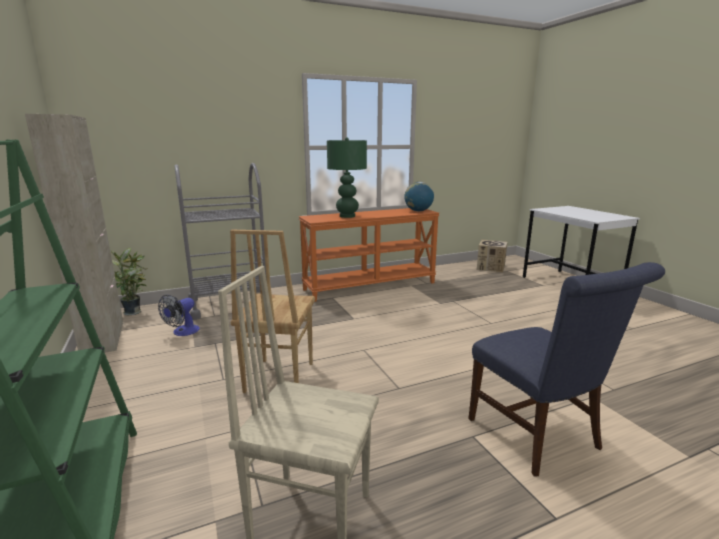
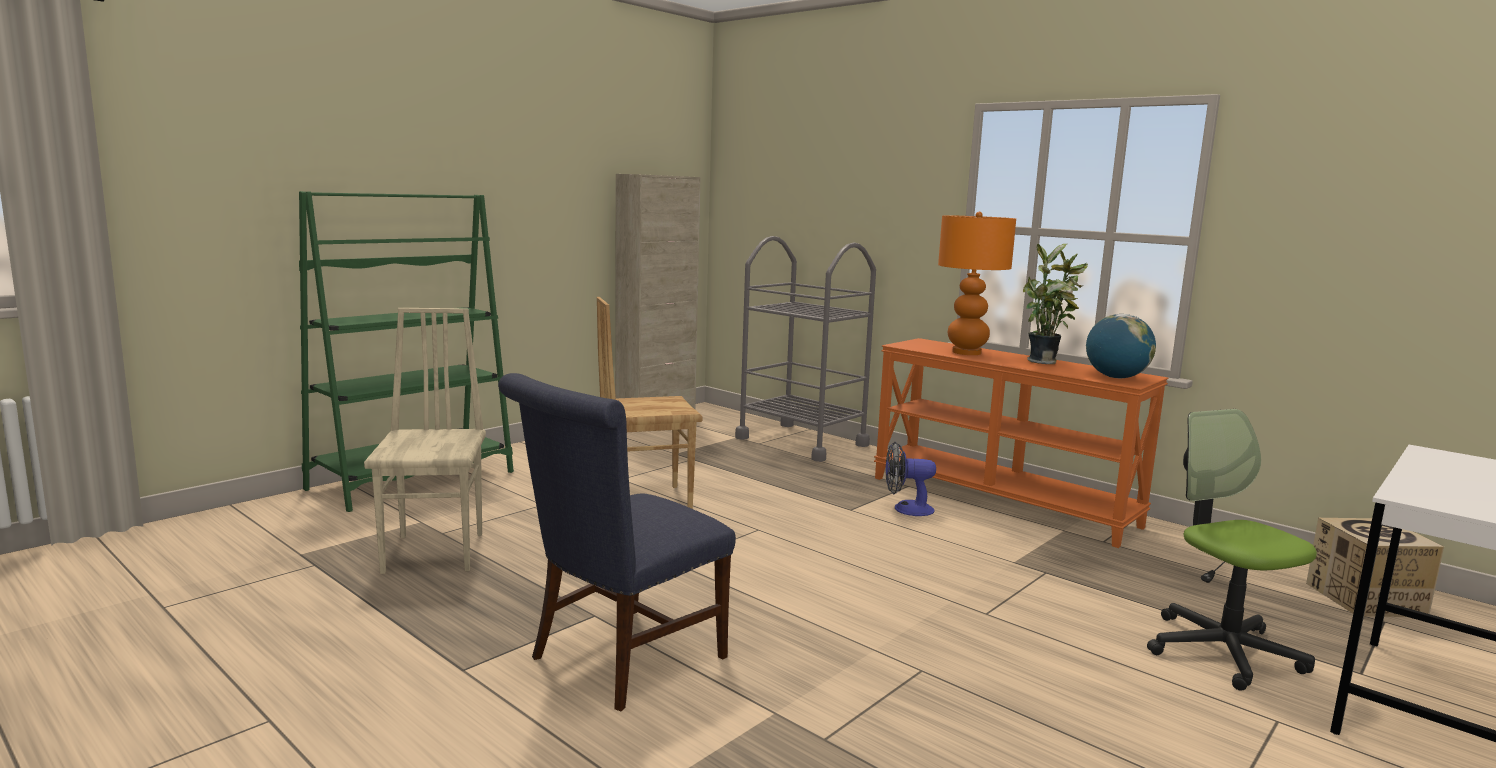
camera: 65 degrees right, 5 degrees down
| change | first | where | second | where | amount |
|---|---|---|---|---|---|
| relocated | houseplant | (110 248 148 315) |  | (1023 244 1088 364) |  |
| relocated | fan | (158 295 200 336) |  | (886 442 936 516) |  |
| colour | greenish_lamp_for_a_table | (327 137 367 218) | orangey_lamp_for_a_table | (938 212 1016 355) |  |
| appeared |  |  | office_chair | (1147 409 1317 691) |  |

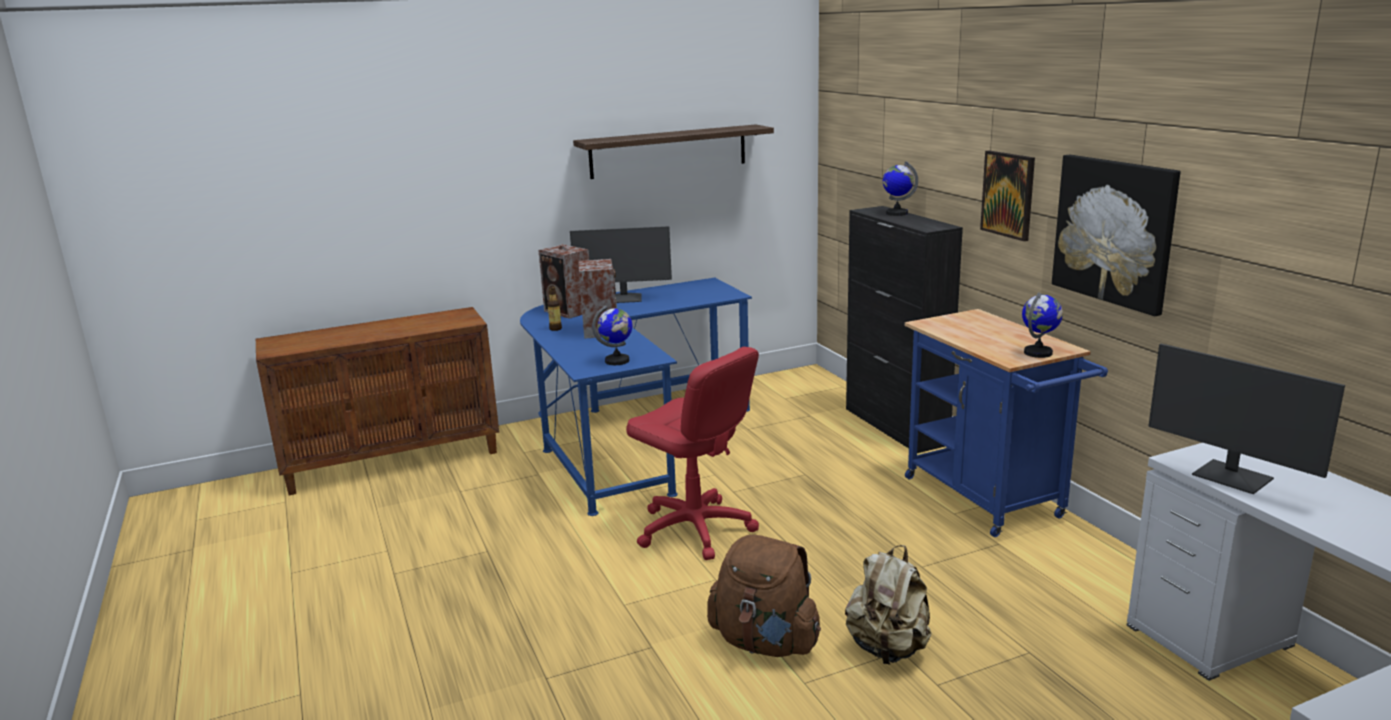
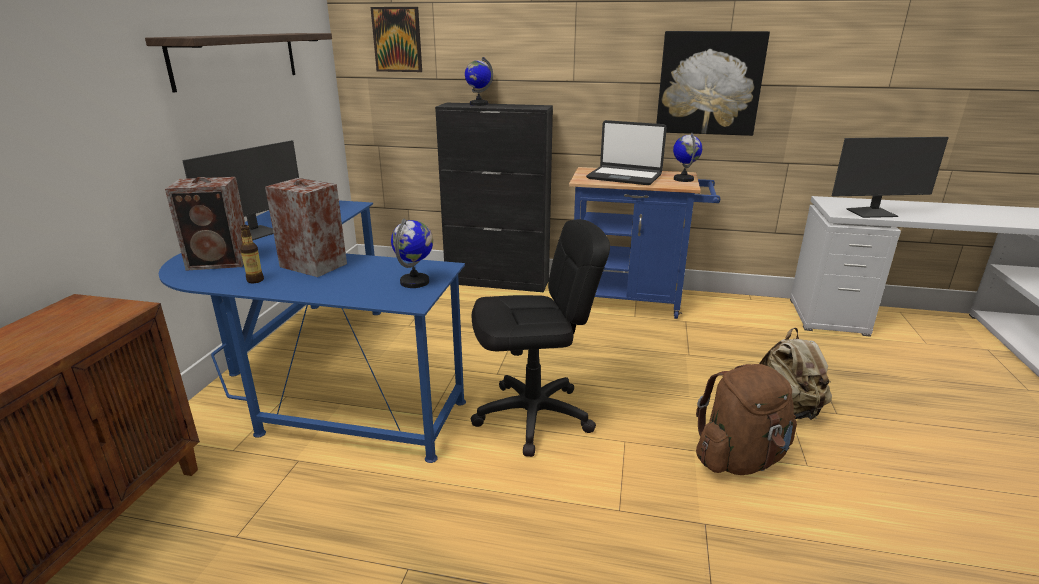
camera: 55 degrees left, 5 degrees up
| change | first | where | second | where | amount |
|---|---|---|---|---|---|
| colour | red_office_chair | (626 347 759 560) | black-coloured_office_chair | (471 219 610 457) |  |
| relocated | wall_art | (980 150 1035 241) |  | (371 7 422 72) |  |
| appeared |  |  | notebook_computer | (586 120 667 185) |  |

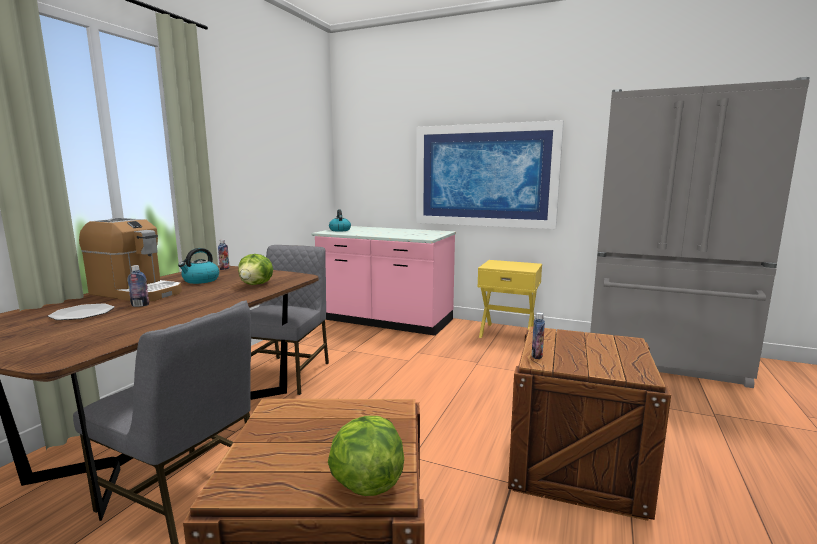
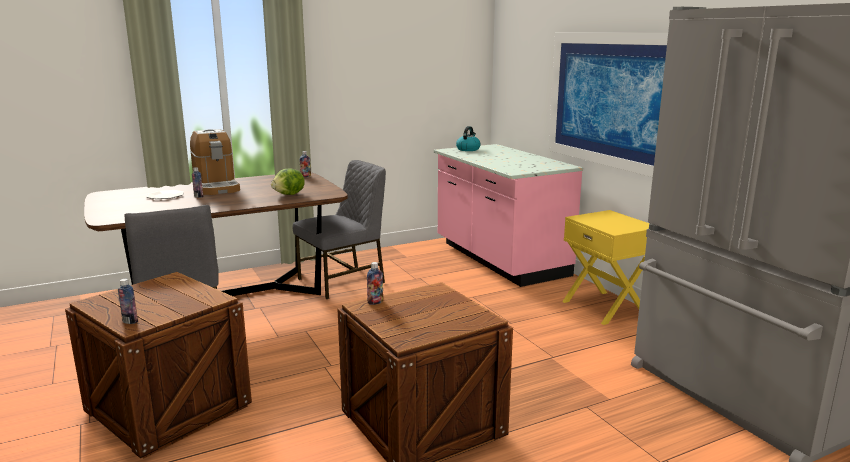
camera: 40 degrees right, 5 degrees up
| change | first | where | second | where | amount |
|---|---|---|---|---|---|
| missing | tea_kettle | (178 248 219 284) |  |  |  |
| exchanged | head_of_lettuce | (328 416 404 496) | drink_bottle | (118 279 138 324) |  |

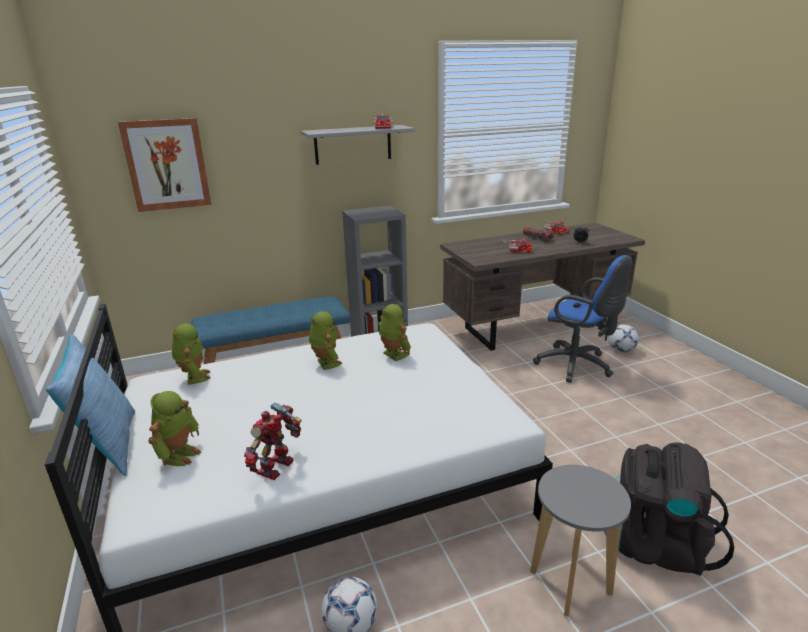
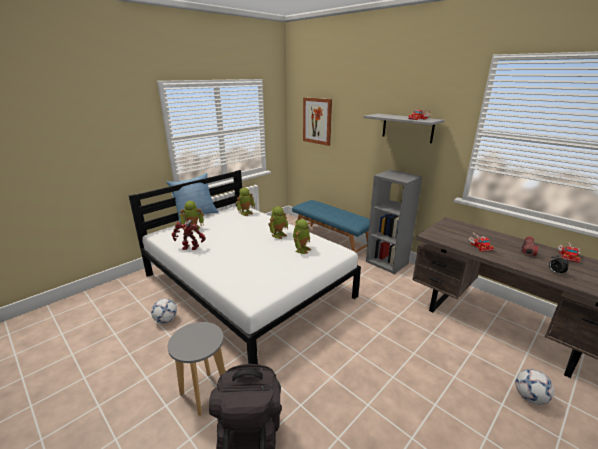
camera: 65 degrees right, 0 degrees up
| change | first | where | second | where | amount |
|---|---|---|---|---|---|
| missing | blue-coloured_office_chair | (533 255 632 383) |  |  |  |

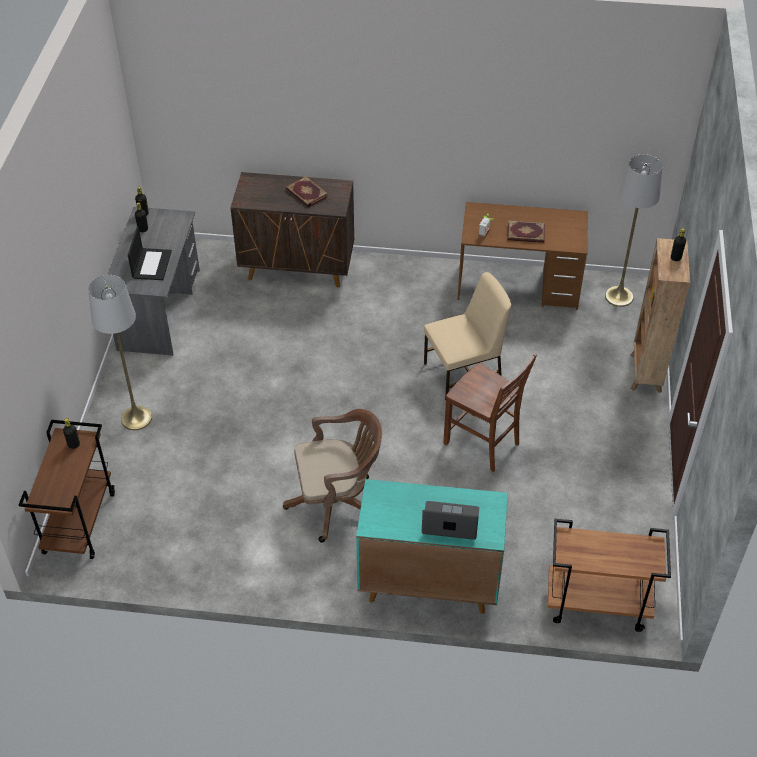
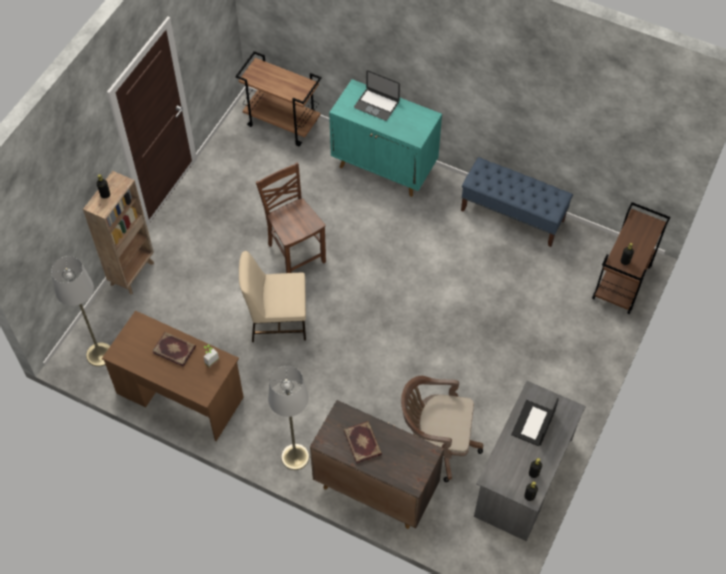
camera: 160 degrees left, 10 degrees up
| change | first | where | second | where | amount |
|---|---|---|---|---|---|
| relocated | gray_floor_lamp | (88 275 152 430) |  | (268 366 309 470) |  |
| relocated | brownish_office_chair | (283 409 382 543) |  | (401 376 483 482) |  |
| appeared |  |  | blue-coloured_bench | (461 157 573 247) |  |

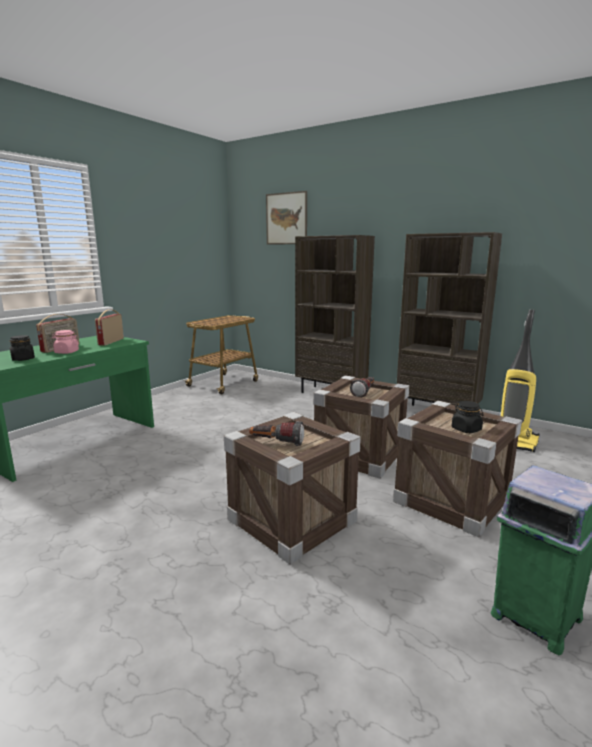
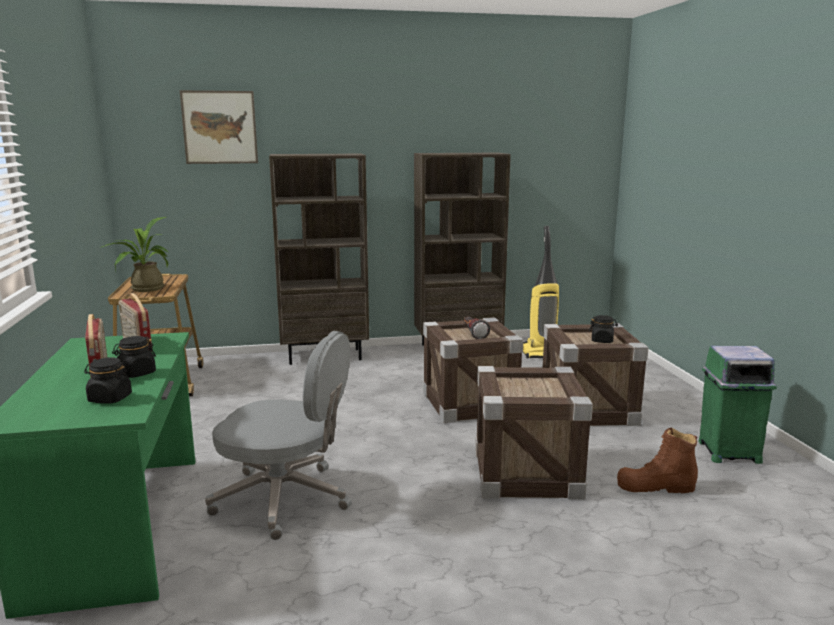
camera: 45 degrees left, 0 degrees up
| change | first | where | second | where | amount |
|---|---|---|---|---|---|
| colour | pink_preserve_jar | (52 330 79 354) | black-coloured_preserve_jar | (112 336 156 378) |  |
| missing | torch | (249 421 304 446) |  |  |  |
| appeared |  |  | houseplant | (100 217 169 292) |  |
| appeared |  |  | gray_office_chair | (205 331 352 540) |  |
| appeared |  |  | brownish_boot | (617 427 698 493) |  |

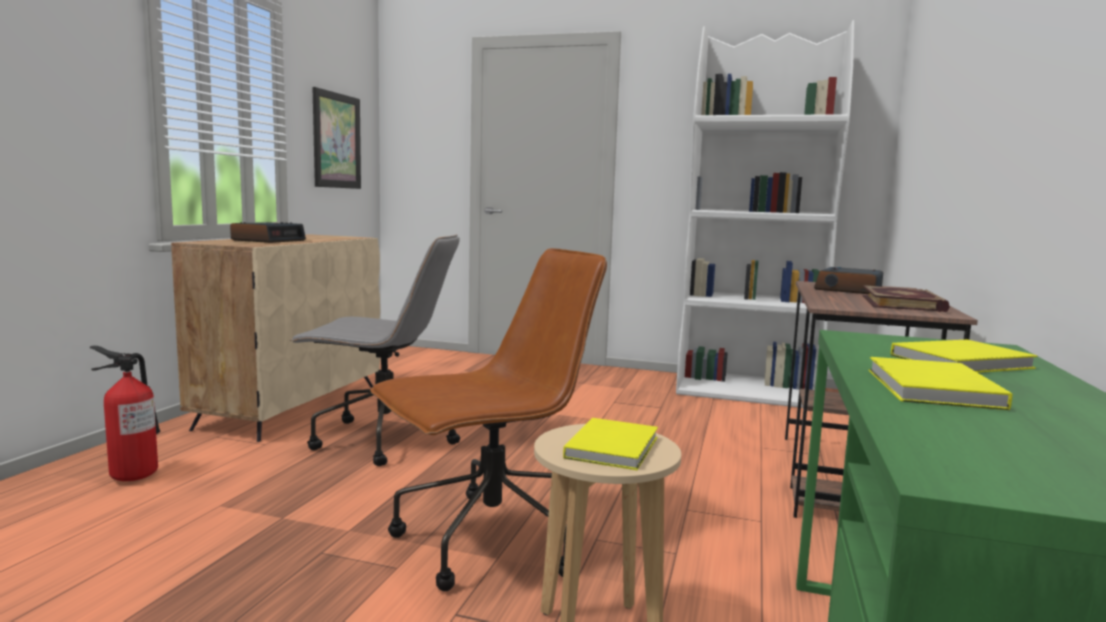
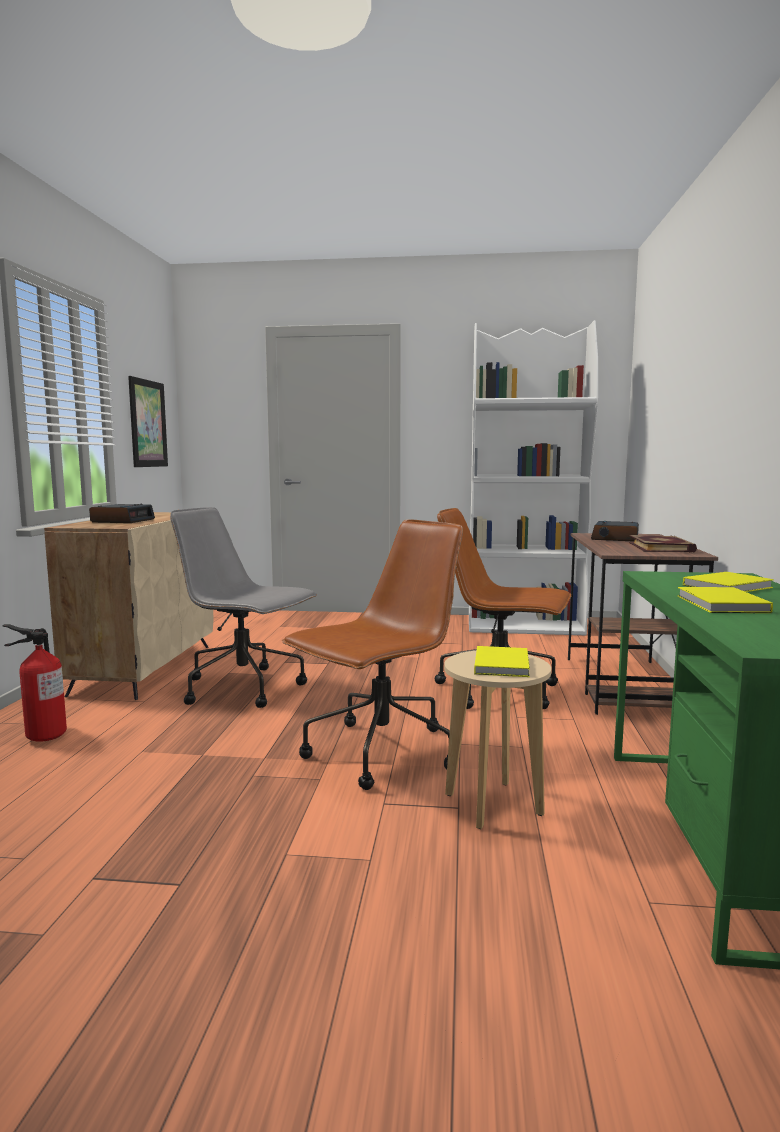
camera: 10 degrees left, 0 degrees up
| change | first | where | second | where | amount |
|---|---|---|---|---|---|
| spun | gray_office_chair | (290 234 460 466) |  | (170 507 317 708) | 150 degrees counterclockwise |
| appeared |  |  | brownish_office_chair | (435 508 571 709) |  |

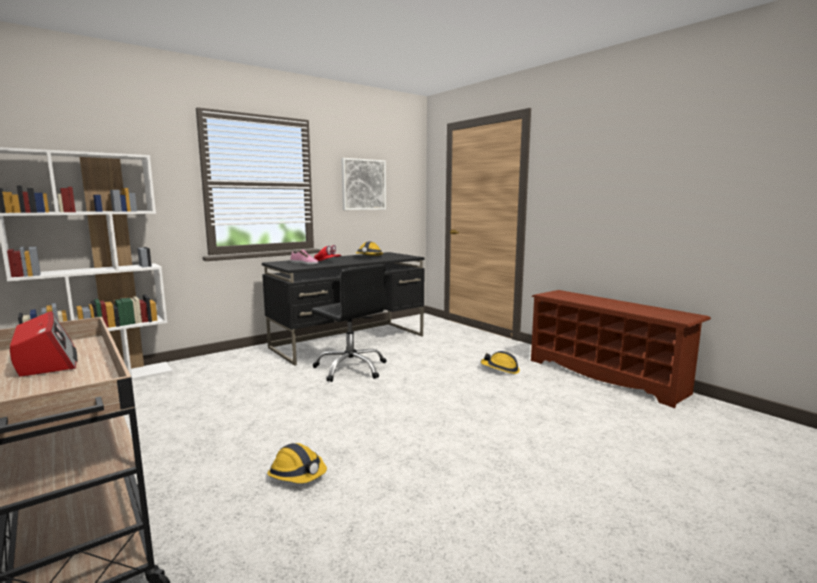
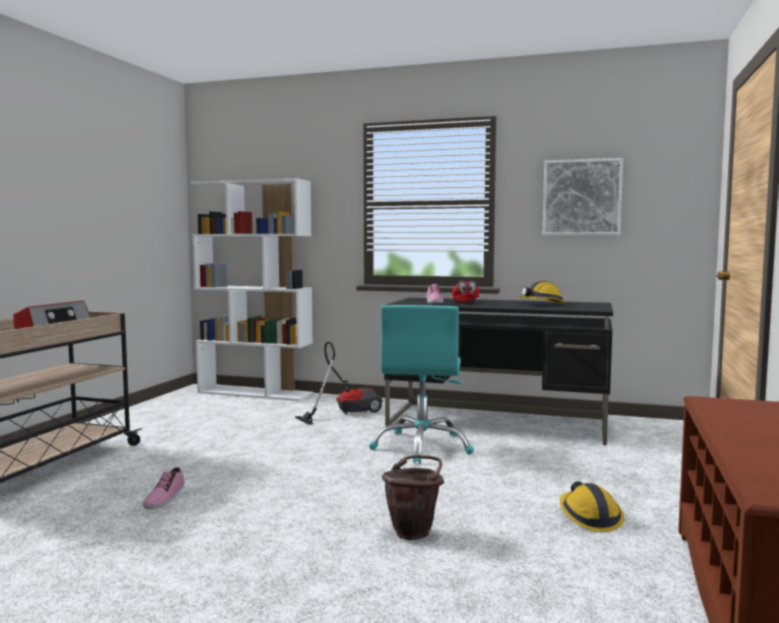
camera: 55 degrees right, 5 degrees down
| change | first | where | second | where | amount |
|---|---|---|---|---|---|
| exchanged | hard_hat | (267 443 327 483) | low_shoe | (143 467 184 509) |  |
| colour | black-coloured_office_chair | (311 264 387 382) | blue-green_office_chair | (369 305 474 464) |  |
| appeared |  |  | vacuum_cleaner | (295 342 383 425) |  |
| appeared |  |  | brownish_pail | (381 455 444 540) |  |

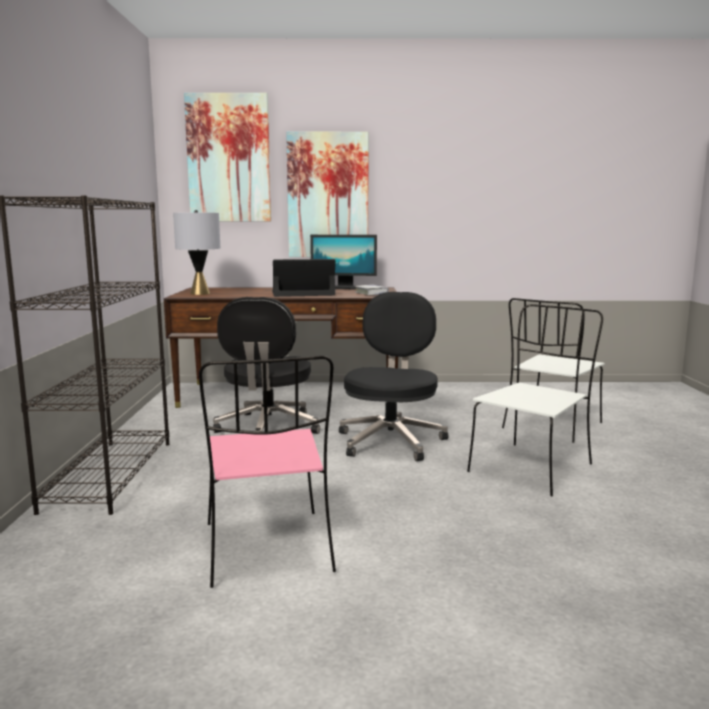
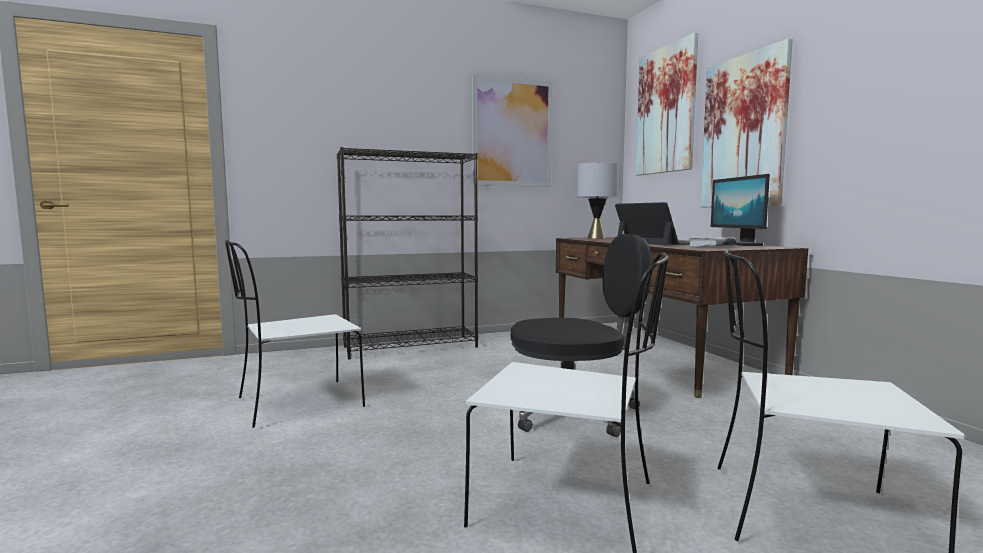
camera: 70 degrees right, 5 degrees down
| change | first | where | second | where | amount |
|---|---|---|---|---|---|
| colour | pink_plain_chair | (199 356 336 588) | white_plain_chair | (225 240 365 428) |  |
| missing | black-coloured_office_chair | (213 297 320 434) |  |  |  |
| appeared |  |  | wall_art | (472 74 553 187) |  |

